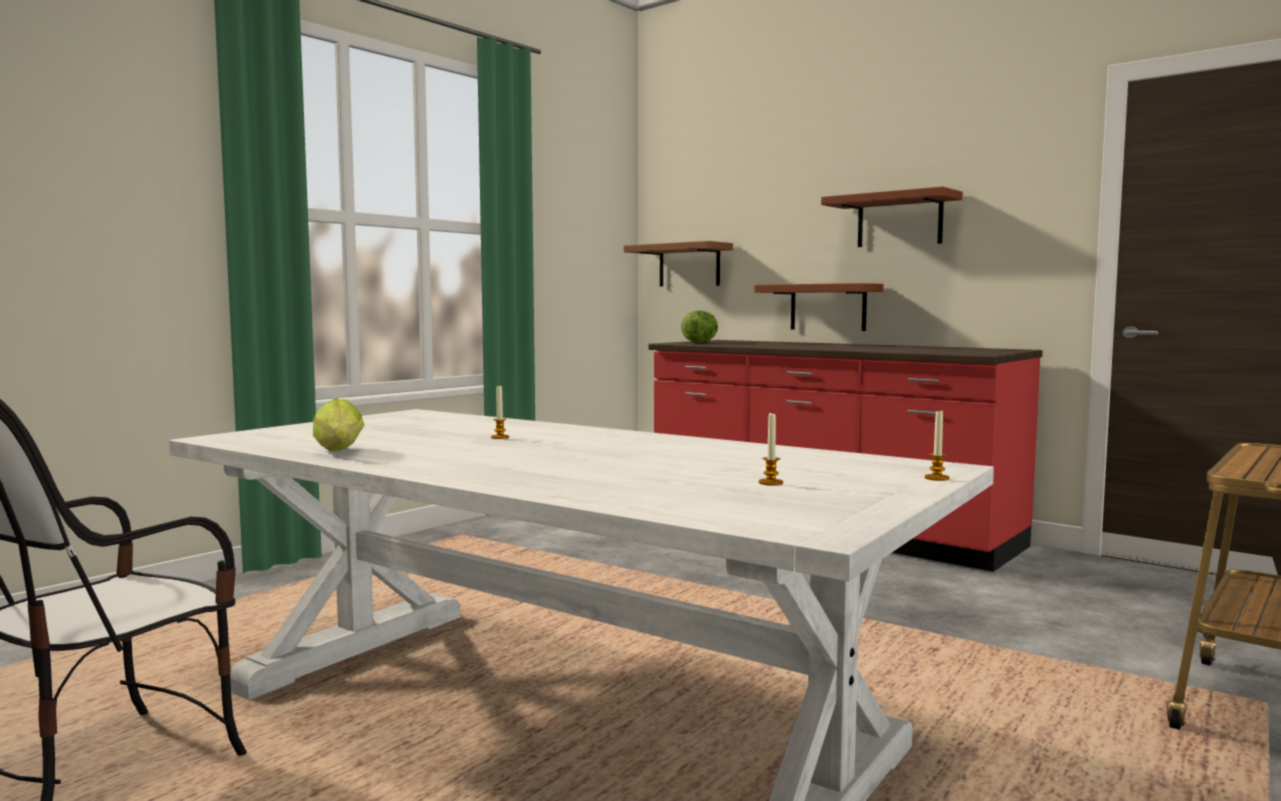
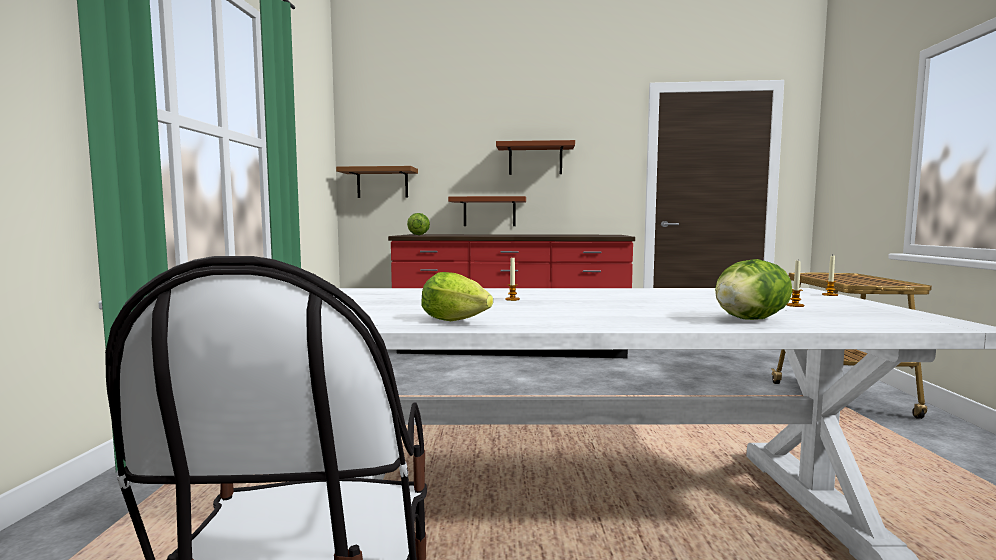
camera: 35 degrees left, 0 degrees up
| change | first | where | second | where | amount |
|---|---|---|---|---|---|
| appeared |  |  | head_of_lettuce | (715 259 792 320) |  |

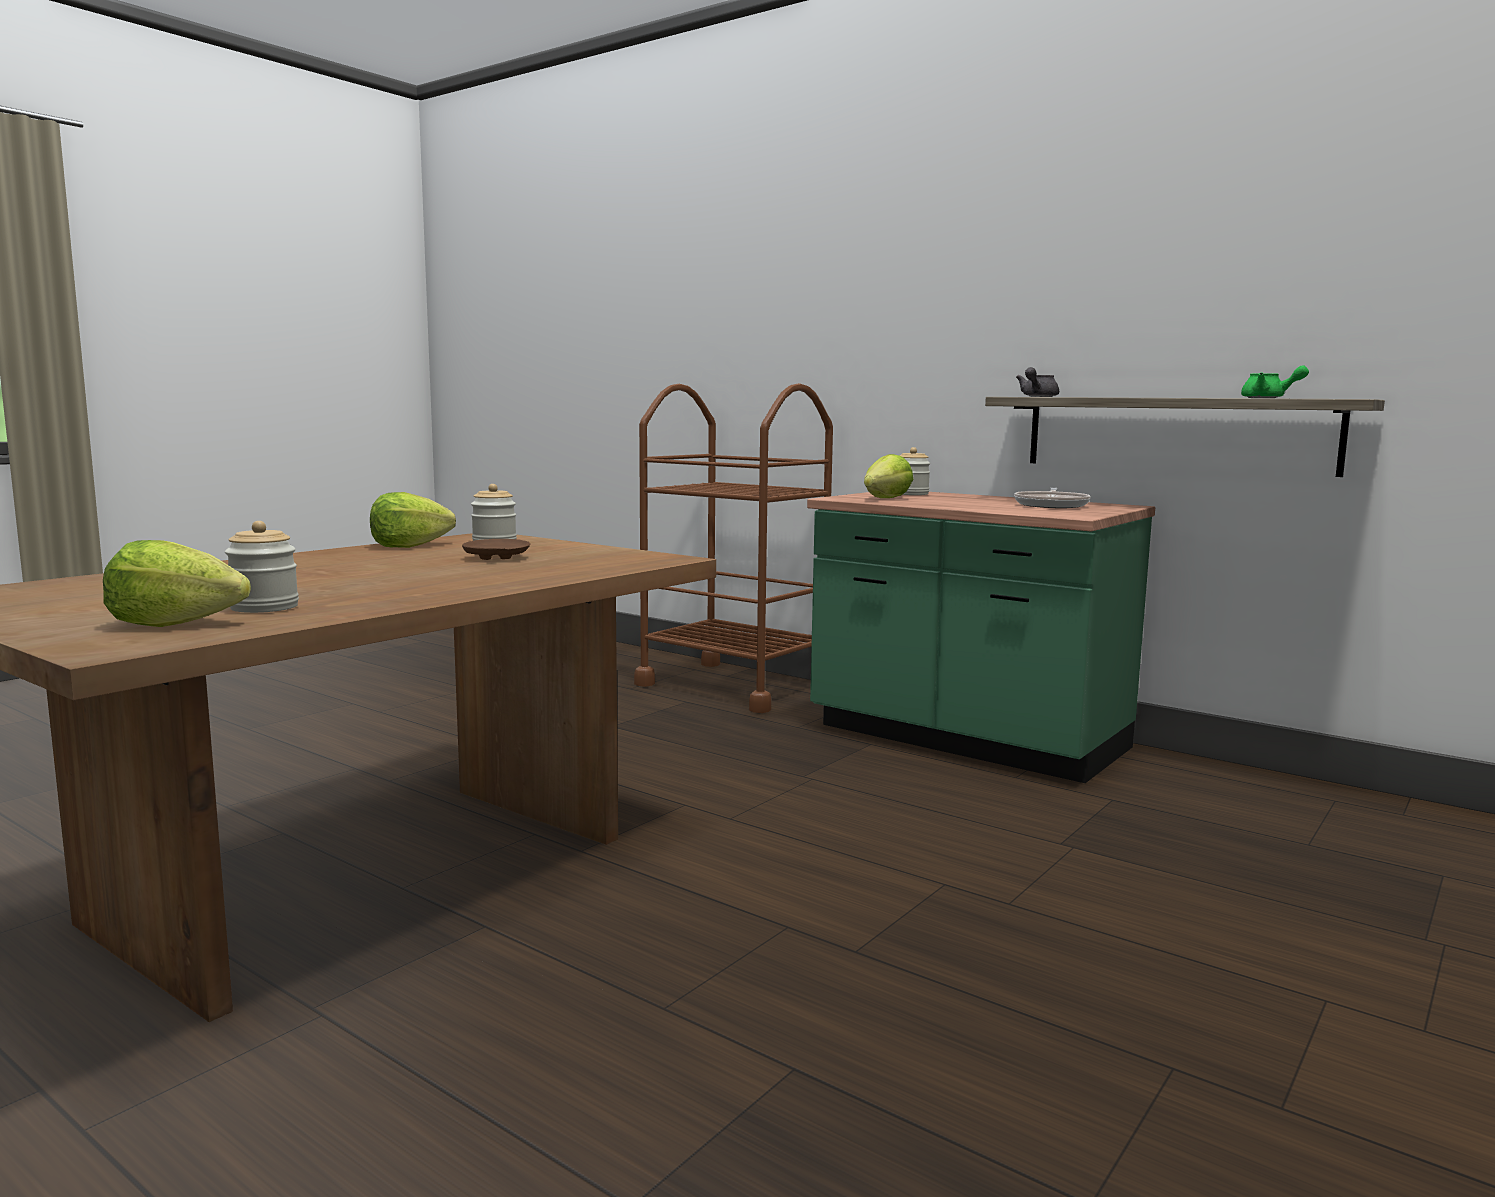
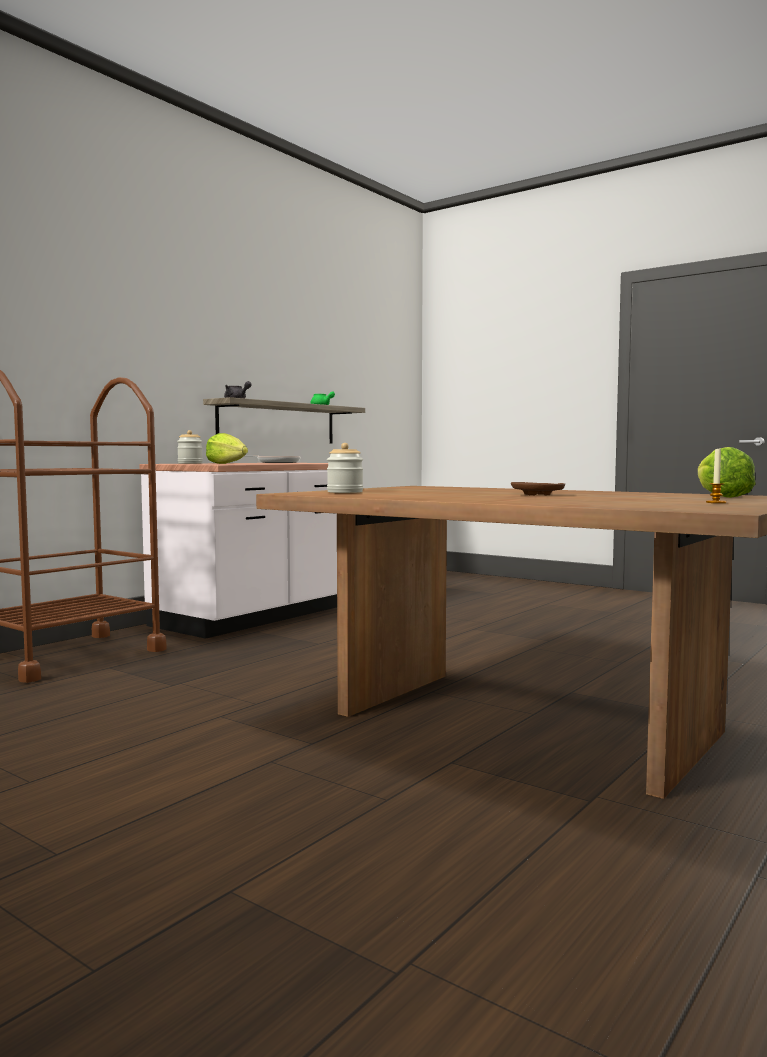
camera: 90 degrees left, 5 degrees down
| change | first | where | second | where | amount |
|---|---|---|---|---|---|
| missing | preserve_jar | (225 521 299 613) |  |  |  |
| missing | head_of_lettuce | (370 492 456 548) |  |  |  |
| relocated | brownish_plate | (462 539 530 560) |  | (511 482 565 495) |  |
| colour | greenish_kitchen_base_unit | (807 492 1155 783) | white_kitchen_base_unit | (140 463 337 639) |  |
| appeared |  |  | wax_light | (706 448 726 503) |  |

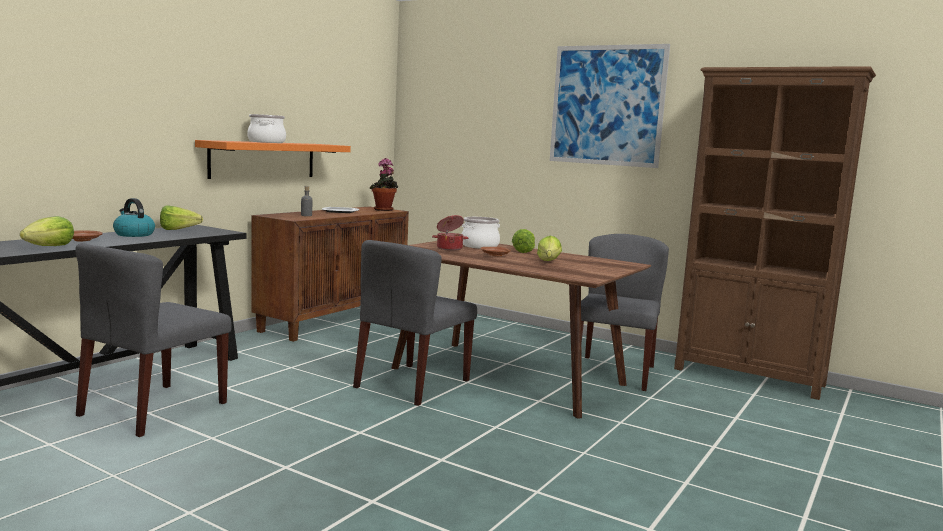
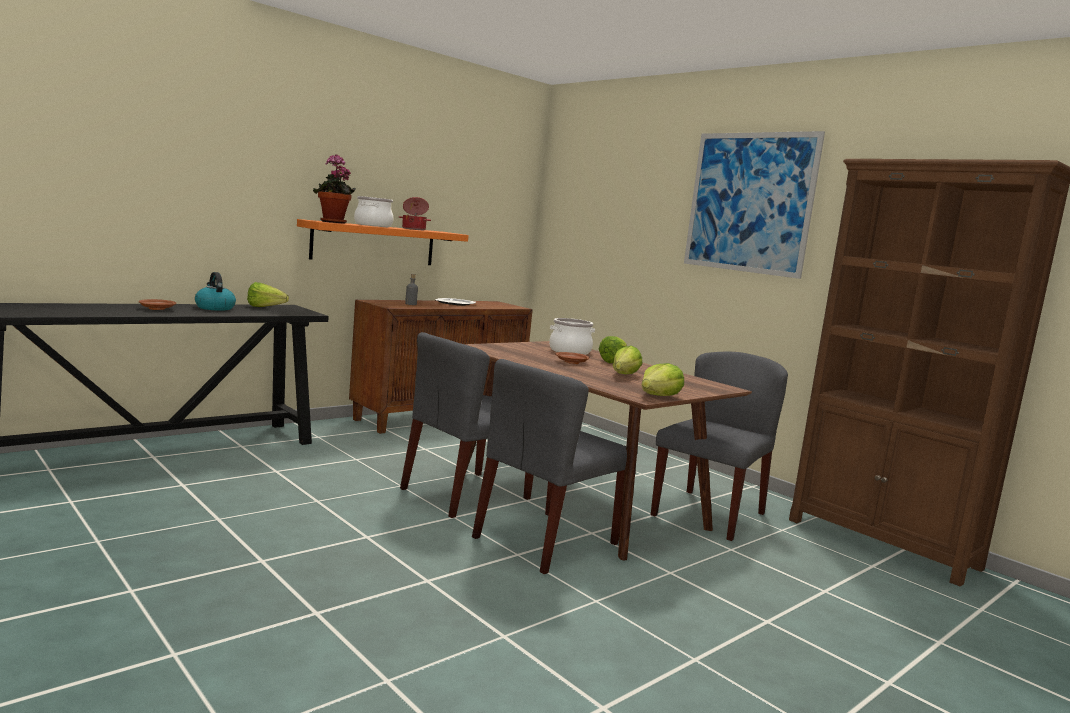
camera: 15 degrees right, 0 degrees up
| change | first | where | second | where | amount |
|---|---|---|---|---|---|
| relocated | head_of_lettuce | (20 216 74 246) |  | (642 363 684 396) |  |
| relocated | gray_plain_chair | (75 243 232 437) |  | (472 359 627 574) |  |
| relocated | houseplant | (370 158 398 211) |  | (313 155 356 224) |  |
| relocated | stockpot | (432 215 468 250) |  | (399 197 431 230) |  |

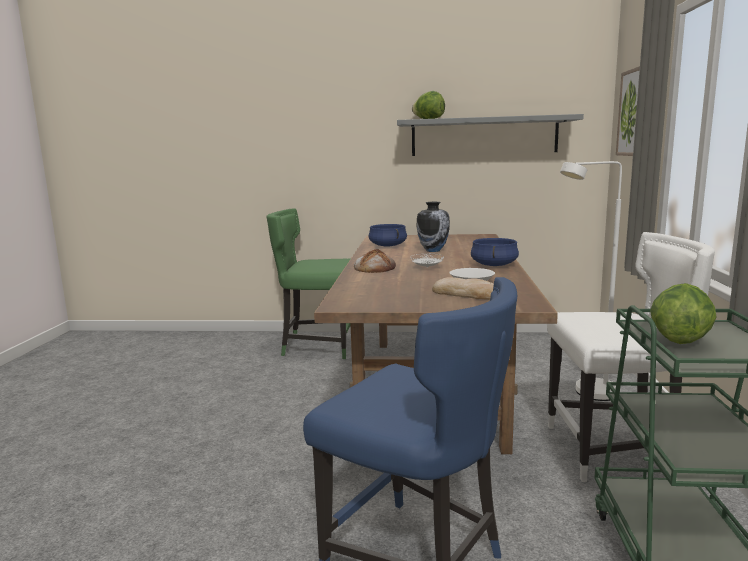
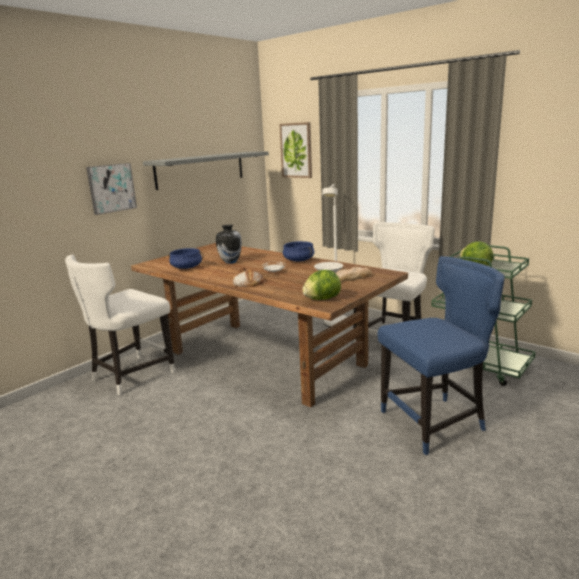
camera: 55 degrees left, 5 degrees up
| change | first | where | second | where | amount |
|---|---|---|---|---|---|
| colour | greenish_plain_chair | (266 208 351 359) | white_plain_chair | (65 255 175 395) |  |
| relocated | head_of_lettuce | (412 91 445 119) |  | (302 270 341 300) |  |
| appeared |  |  | wall_art | (86 163 137 215) |  |

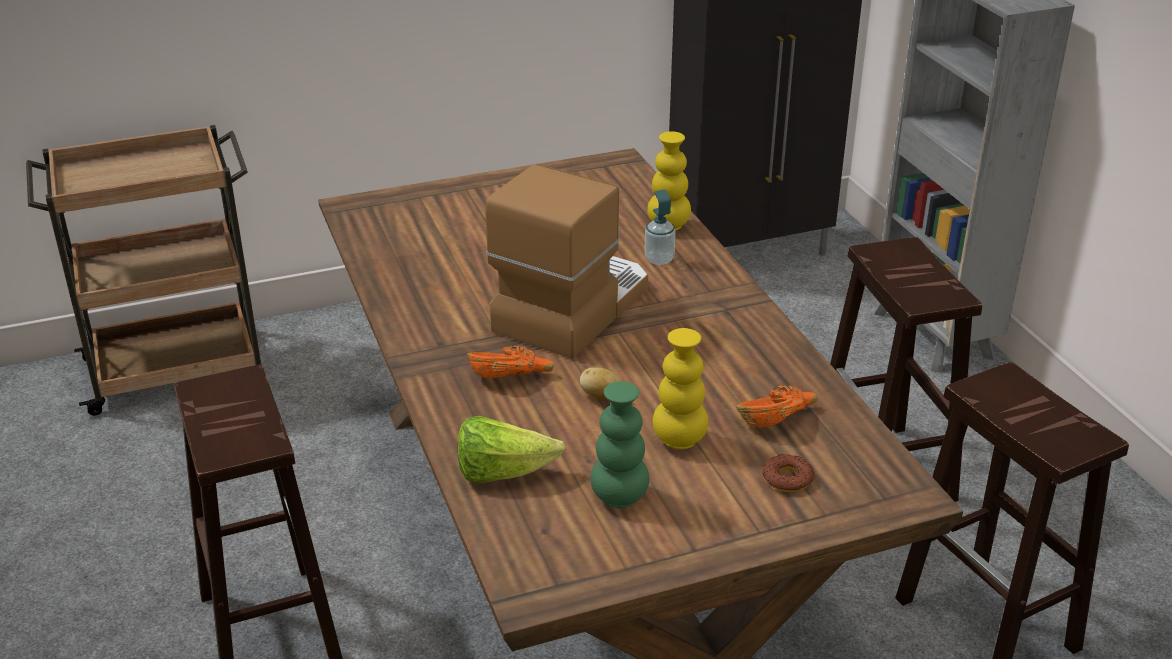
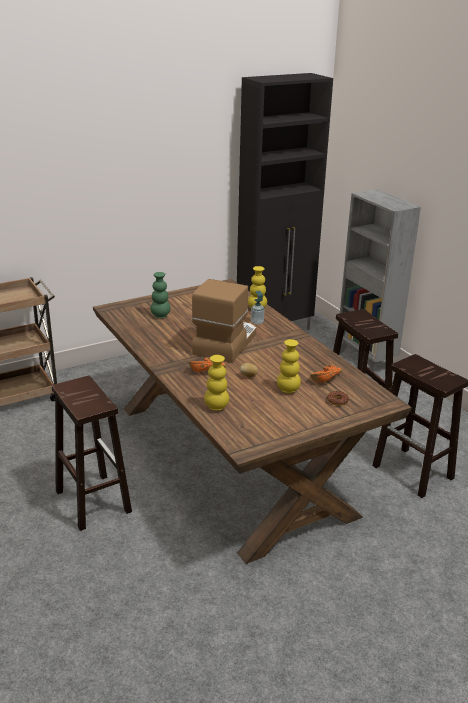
camera: 10 degrees left, 5 degrees down
| change | first | where | second | where | amount |
|---|---|---|---|---|---|
| exchanged | head_of_lettuce | (458 416 565 483) | yellowish_flower_vase | (204 355 229 411) |  |
| relocated | greenish_flower_vase | (591 381 649 508) |  | (150 272 170 318) |  |

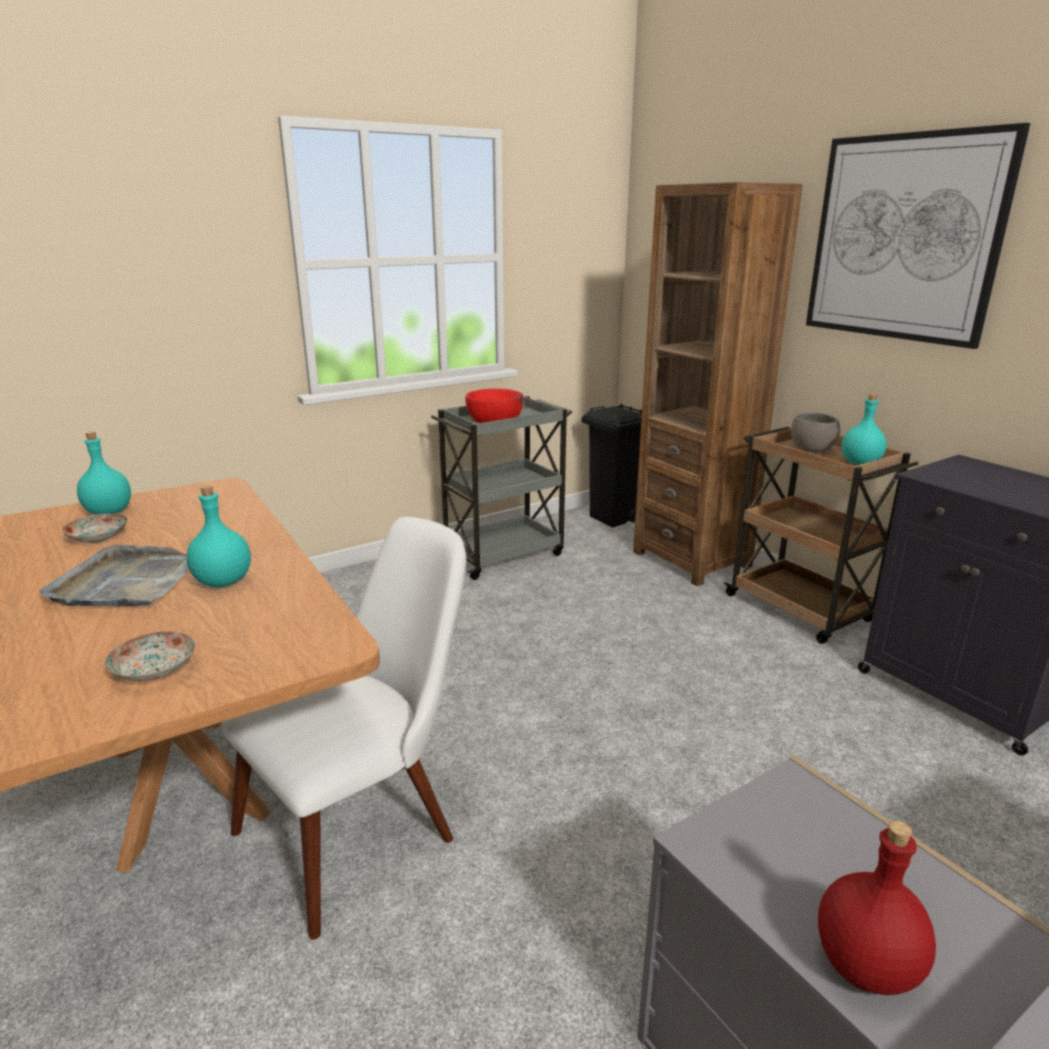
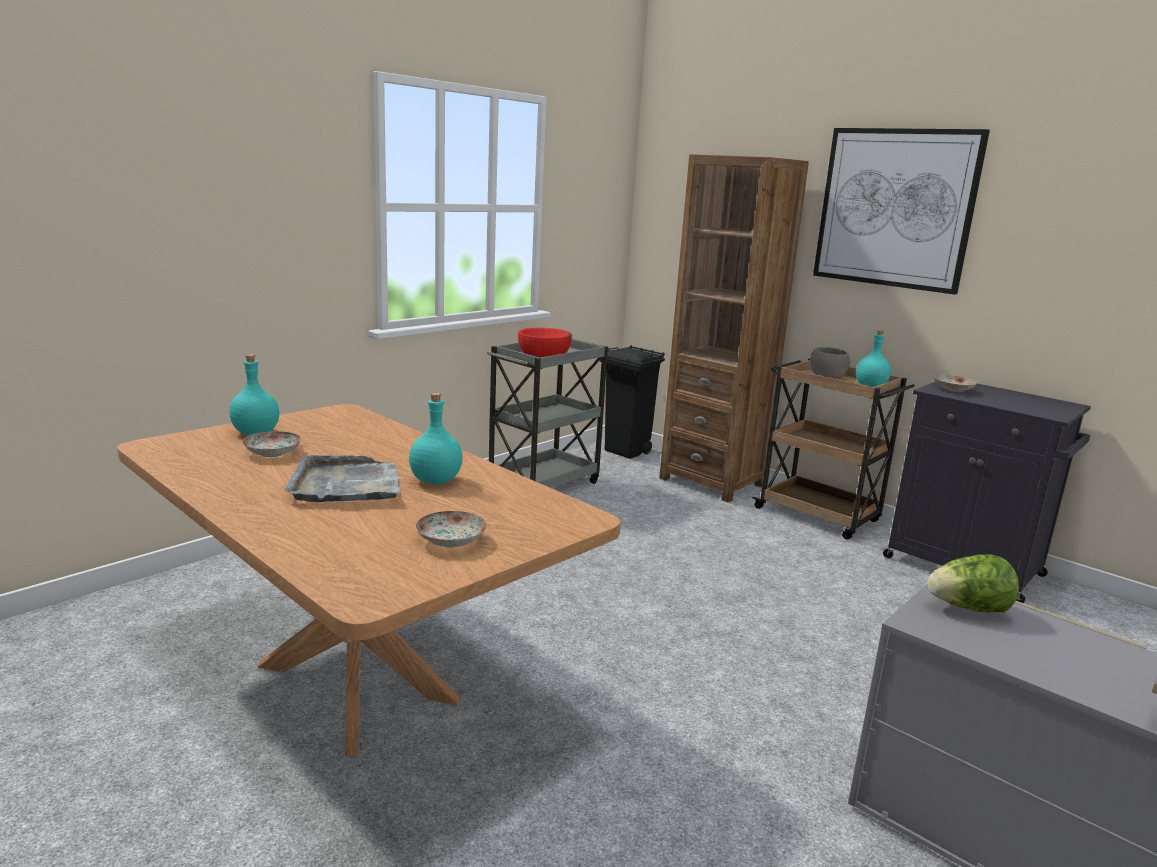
camera: 15 degrees left, 5 degrees down
| change | first | where | second | where | amount |
|---|---|---|---|---|---|
| missing | white_plain_chair | (222 517 467 940) |  |  |  |
| missing | red_drink_bottle | (818 821 936 995) |  |  |  |
| appeared |  |  | head_of_lettuce | (927 555 1019 613) |  |
| appeared |  |  | plate | (934 375 977 392) |  |

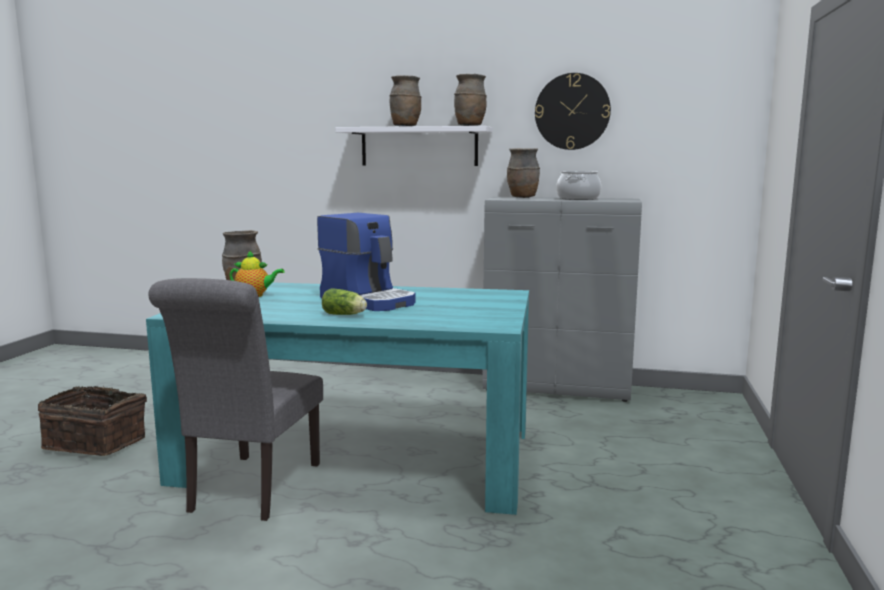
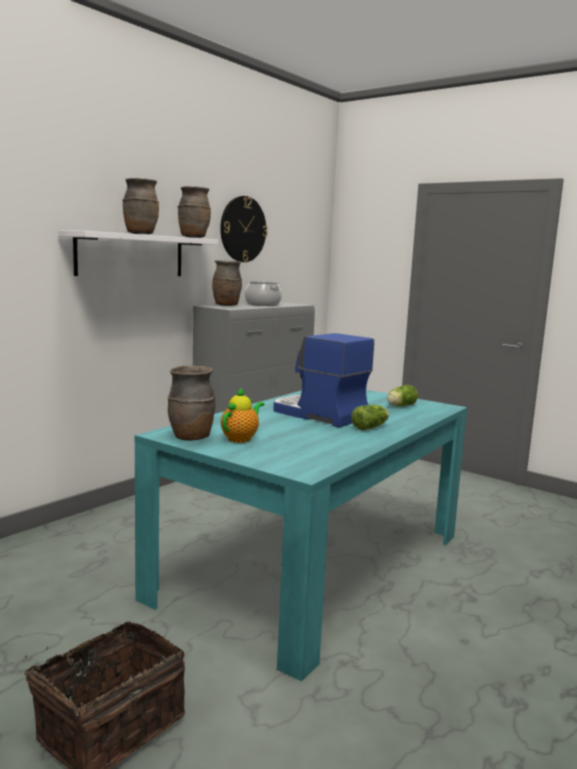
camera: 65 degrees left, 0 degrees up
| change | first | where | second | where | amount |
|---|---|---|---|---|---|
| missing | gray_plain_chair | (148 278 323 521) |  |  |  |
| spun | coffee_maker | (317 213 416 311) |  | (273 333 374 428) | 120 degrees counterclockwise |
| appeared |  |  | head_of_lettuce | (387 385 418 406) |  |

